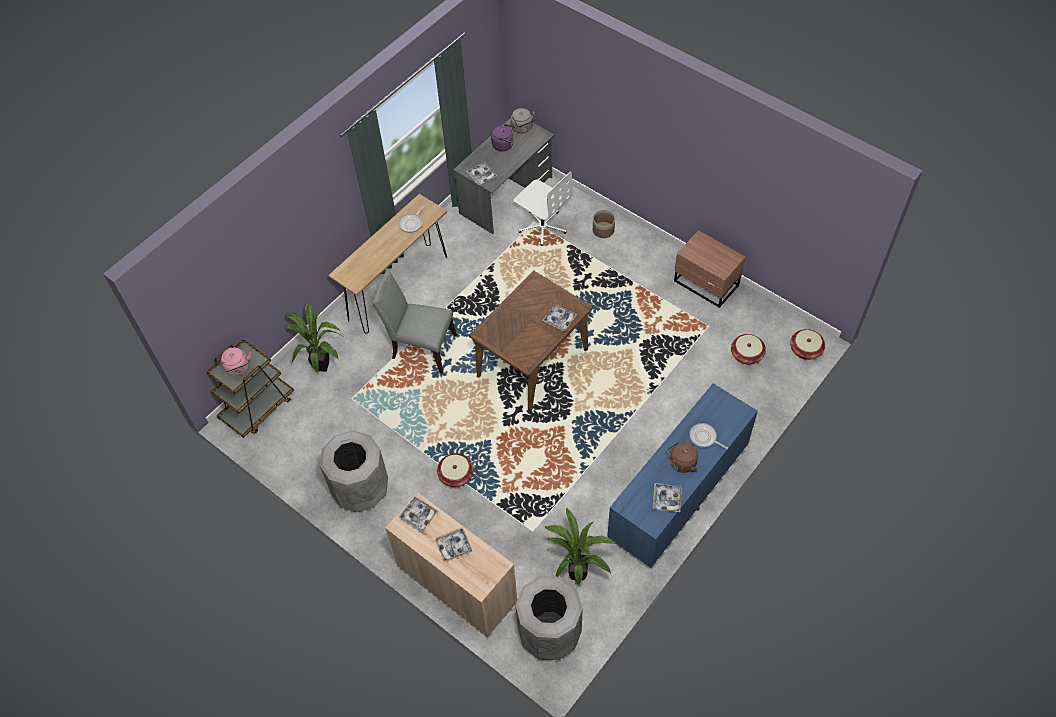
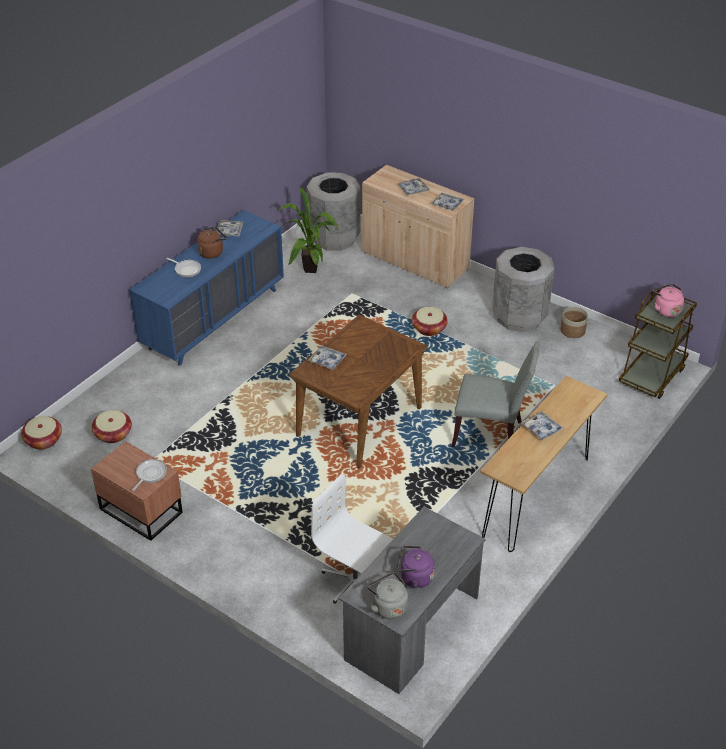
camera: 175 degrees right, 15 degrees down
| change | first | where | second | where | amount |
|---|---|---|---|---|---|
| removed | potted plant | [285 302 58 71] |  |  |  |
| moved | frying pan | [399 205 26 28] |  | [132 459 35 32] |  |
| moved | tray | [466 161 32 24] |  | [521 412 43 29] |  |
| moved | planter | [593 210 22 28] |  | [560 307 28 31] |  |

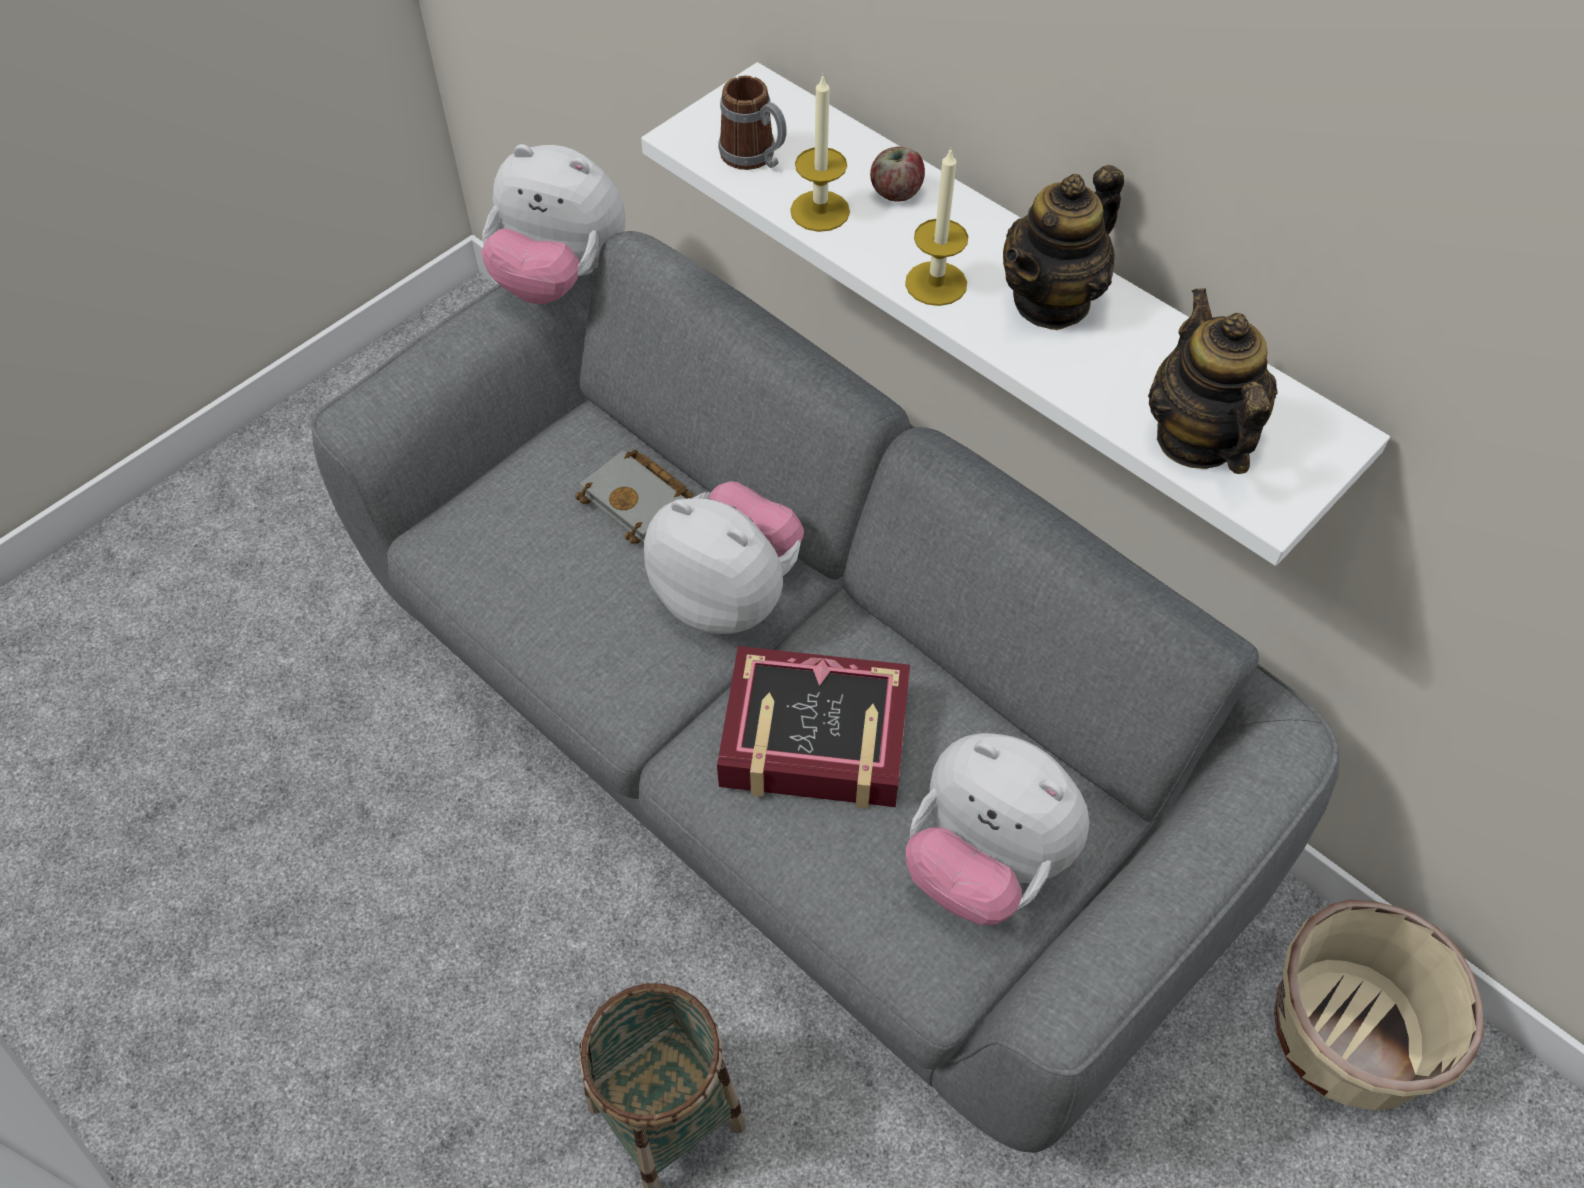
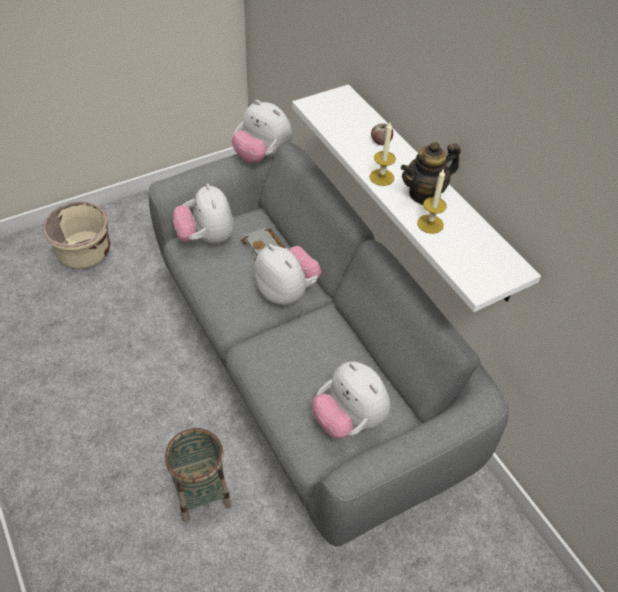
camera: 15 degrees right, 5 degrees down
| change | first | where | second | where | amount |
|---|---|---|---|---|---|
| removed | book | [717 646 193 163] |  |  |  |
| removed | mug | [718 76 69 94] |  |  |  |
| moved | candle | [790 76 60 156] |  | [417 168 30 66] |  |
| removed | teapot | [1148 288 130 186] |  |  |  |
| moved | beige planter | [1274 900 210 211] |  | [43 202 68 67] |  |
| added |  |  | plush toy | [173 183 61 61] |  |

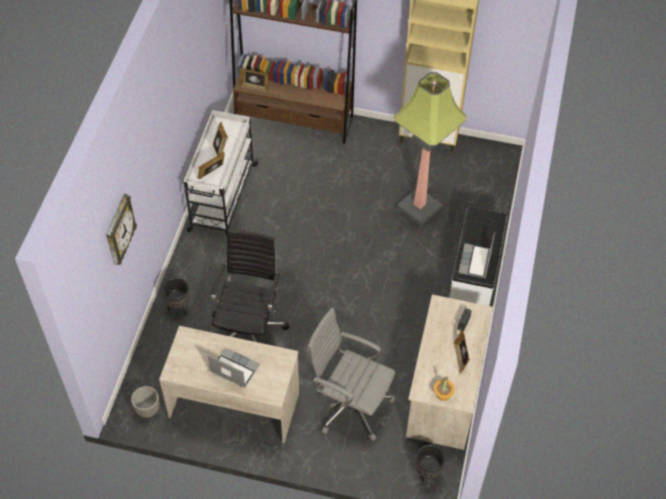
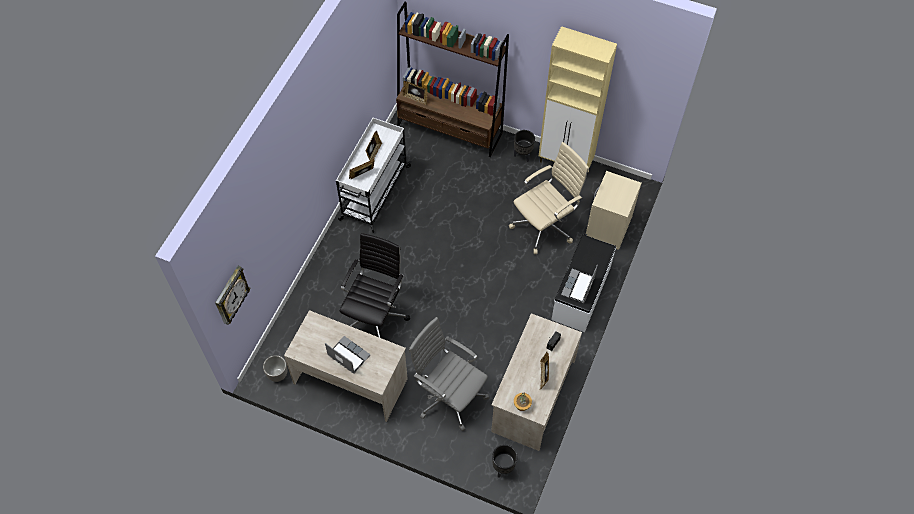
camera: 10 degrees right, 5 degrees up
| change | first | where | second | where | amount |
|---|---|---|---|---|---|
| moved | wall clock | [106 194 31 72] |  | [215 266 35 59] |  |
| moved | black planter | [162 278 28 38] |  | [514 130 21 32] |  |
| replaced | floor lamp | [394 72 72 154] | beige office chair | [509 142 80 112] |  |
| added |  |  | beige nightstand | [586 171 55 79] |  |

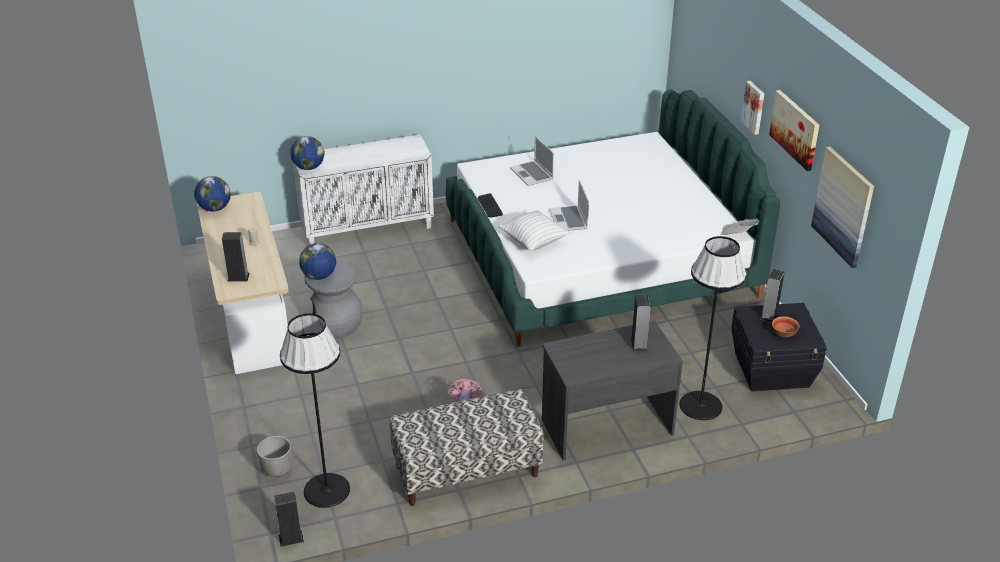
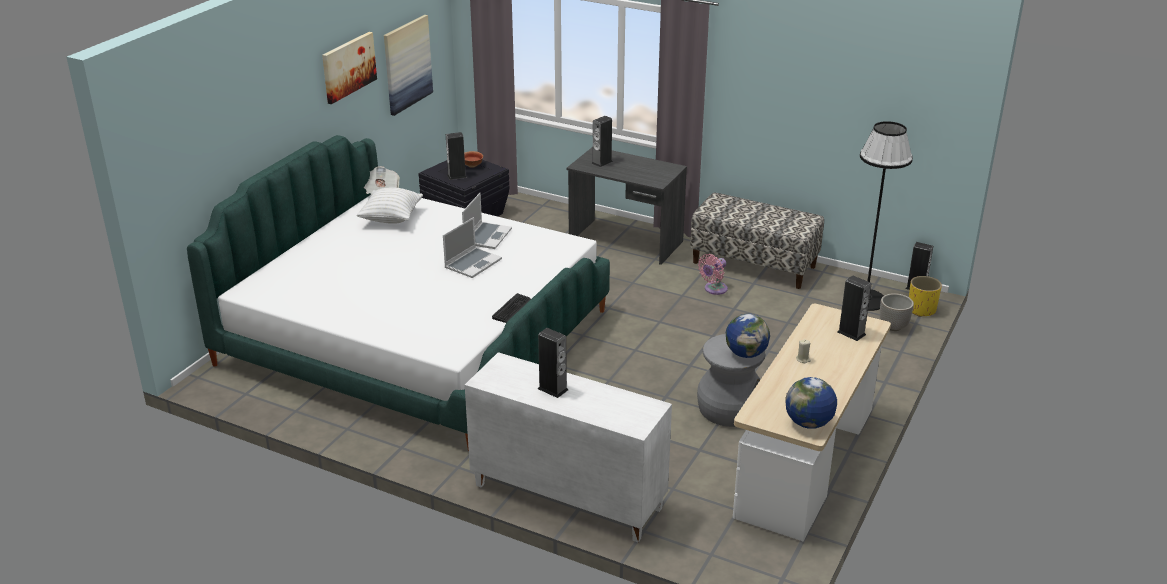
camera: 135 degrees left, 5 degrees down
| change | first | where | second | where | amount |
|---|---|---|---|---|---|
| removed | globe | [290 136 35 34] |  |  |  |
| moved | white pillow | [499 210 71 41] |  | [357 187 66 37] |  |
| moved | laptop | [510 136 44 50] |  | [462 193 50 56] |  |
| removed | black floor lamp | [679 236 68 184] |  |  |  |
| removed | picture | [741 81 23 54] |  |  |  |
| added |  |  | speaker | [538 328 30 70] |  |
| added |  |  | yellow planter | [909 276 33 41] |  |

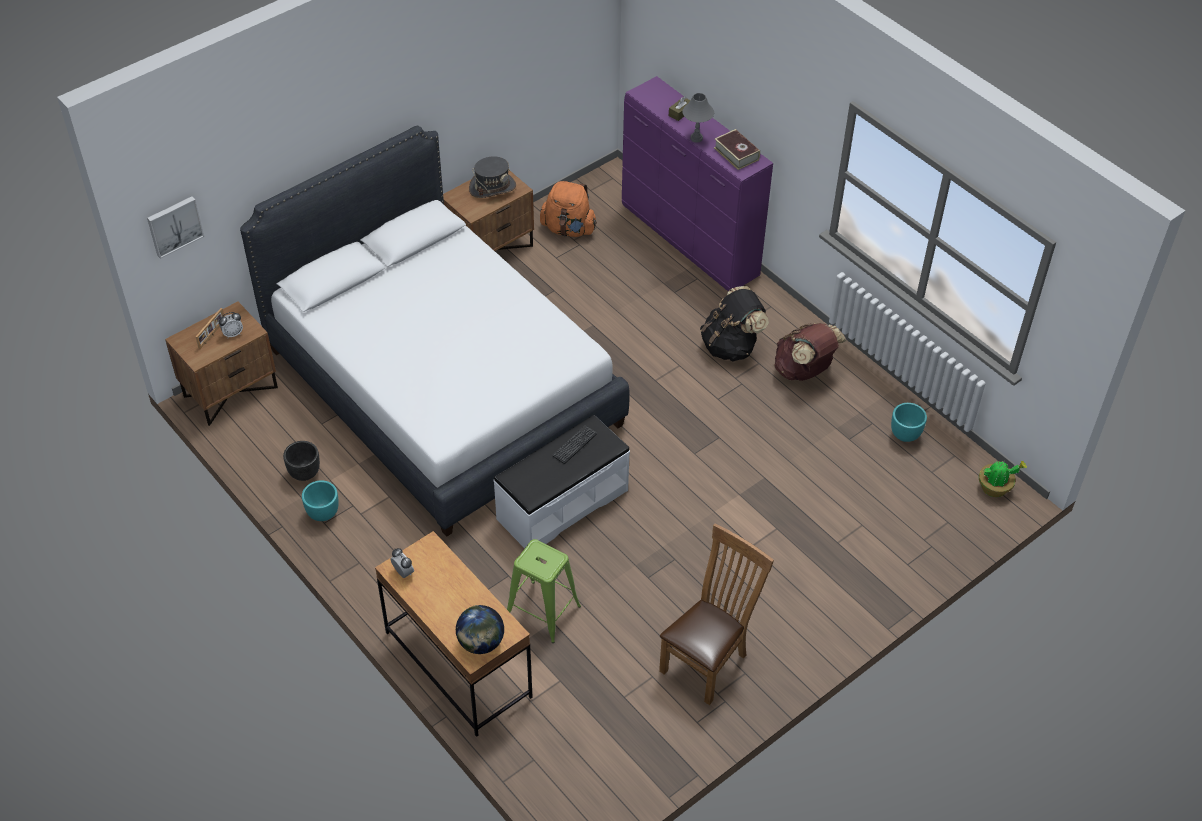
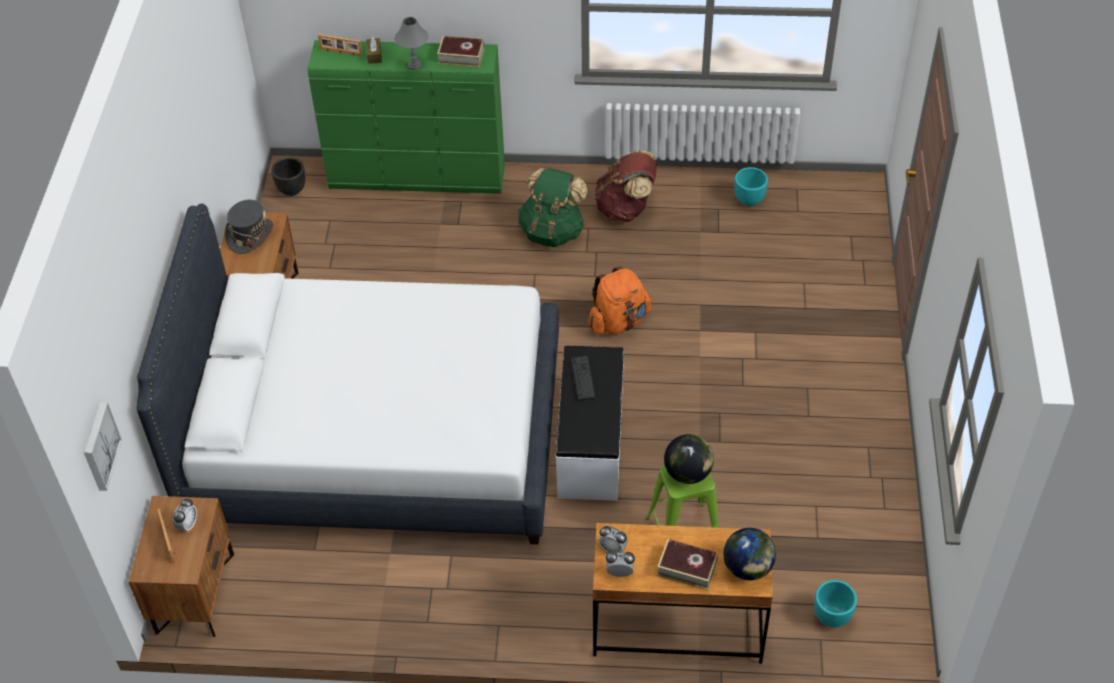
camera: 45 degrees left, 0 degrees up
| change | first | where | second | where | amount |
|---|---|---|---|---|---|
| moved | black planter | [283 441 37 40] |  | [271 158 34 38] |  |
| moved | turquoise planter | [302 480 37 41] |  | [814 580 43 47] |  |
| moved | orange backpack | [540 181 57 56] |  | [588 266 63 69] |  |
| recoloured | purple dresser | [622 76 151 215] | green dresser | [308 40 197 154] |  |
| removed | brown chair | [659 523 115 182] |  |  |  |
| recoloured | black backpack | [700 286 69 76] | green backpack | [518 168 70 79] |  |
| removed | potted plant | [979 461 48 36] |  |  |  |
| added |  |  | picture frame | [318 34 44 22] |  |
| added |  |  | alarm clock | [599 526 29 27] |  |
| added |  |  | book | [657 539 61 51] |  |
| added |  |  | globe | [664 434 50 50] |  |

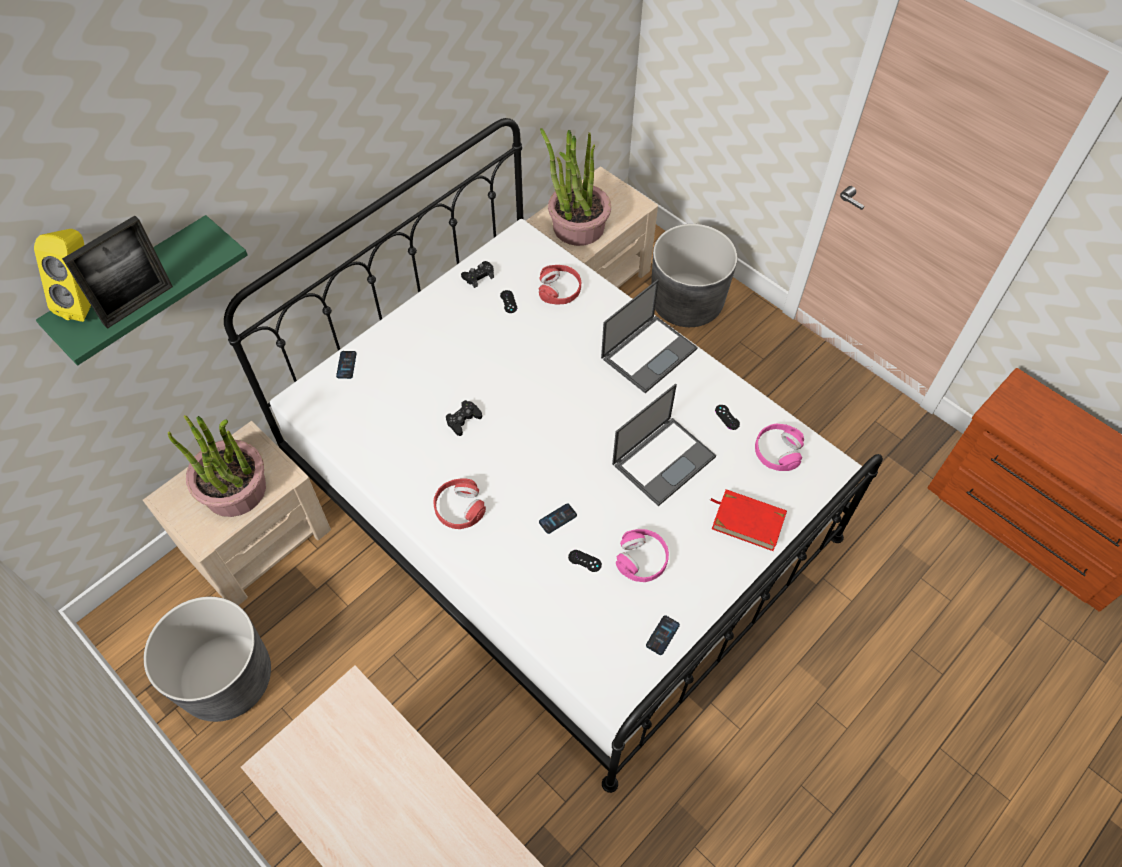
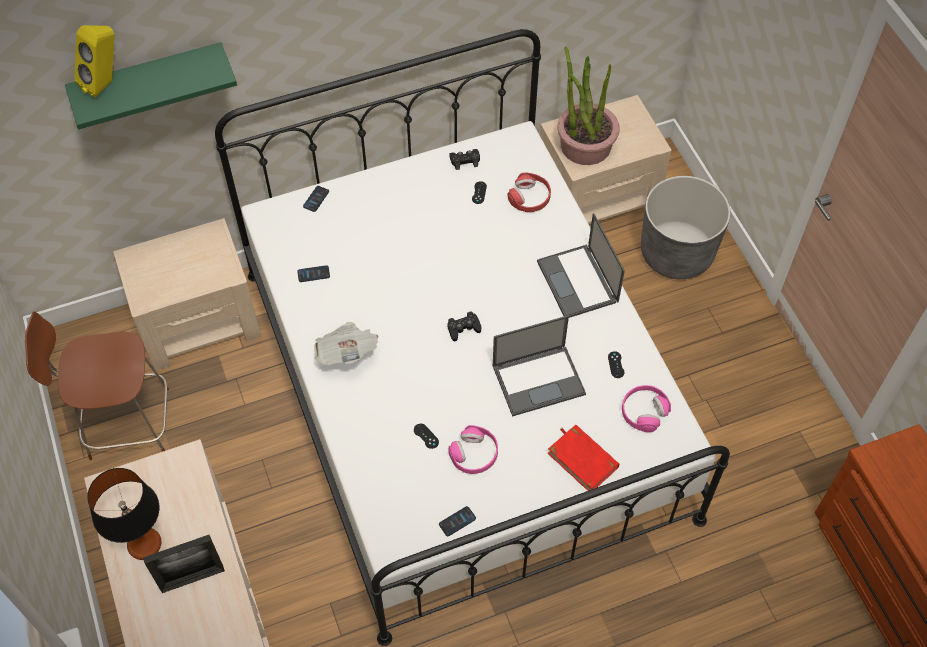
camera: 25 degrees right, 0 degrees up
| change | first | where | second | where | amount |
|---|---|---|---|---|---|
| moved | picture frame | [62 215 111 114] |  | [143 535 82 58] |  |
| replaced | grey planter | [144 597 127 125] | brown chair | [25 311 144 149] |  |
| removed | potted plant | [168 415 98 102] |  |  |  |
| replaced | red headphones | [433 479 53 50] | newspaper | [314 322 65 43] |  |
| moved | black game controller | [446 400 36 36] |  | [448 311 33 30] |  |
| moved | phone | [539 503 38 31] |  | [297 265 33 17] |  |
| turned | laptop | [601 279 97 114] |  | [537 213 88 105] | 90 degrees clockwise |
| added |  |  | table lamp | [87 468 75 92] |  |

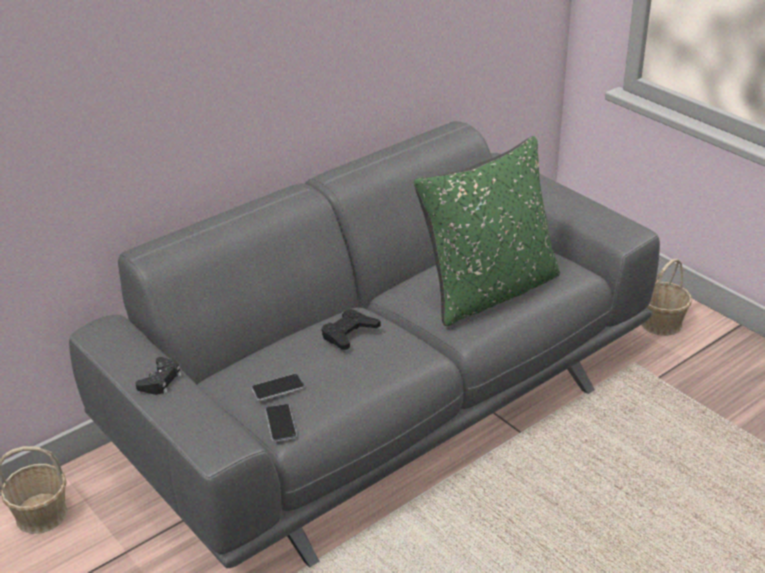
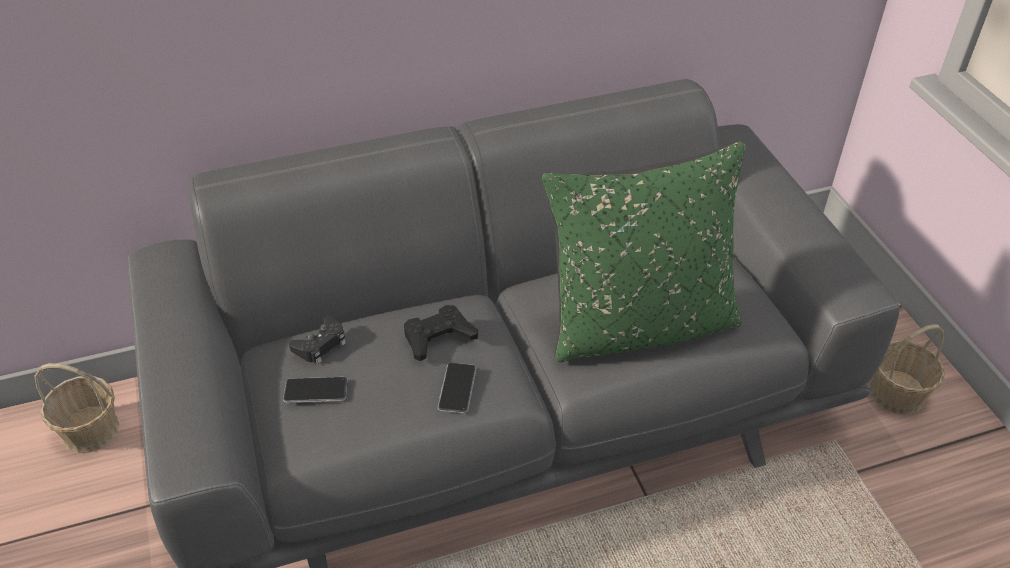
camera: 20 degrees right, 10 degrees up
| change | first | where | second | where | amount |
|---|---|---|---|---|---|
| moved | black game controller | [135 357 47 38] |  | [289 315 57 49] |  |
| moved | phone | [265 404 32 38] |  | [438 363 38 50] |  |

